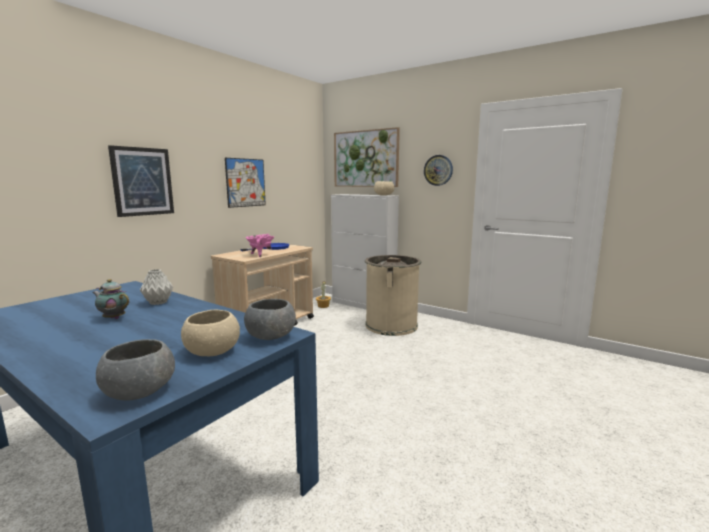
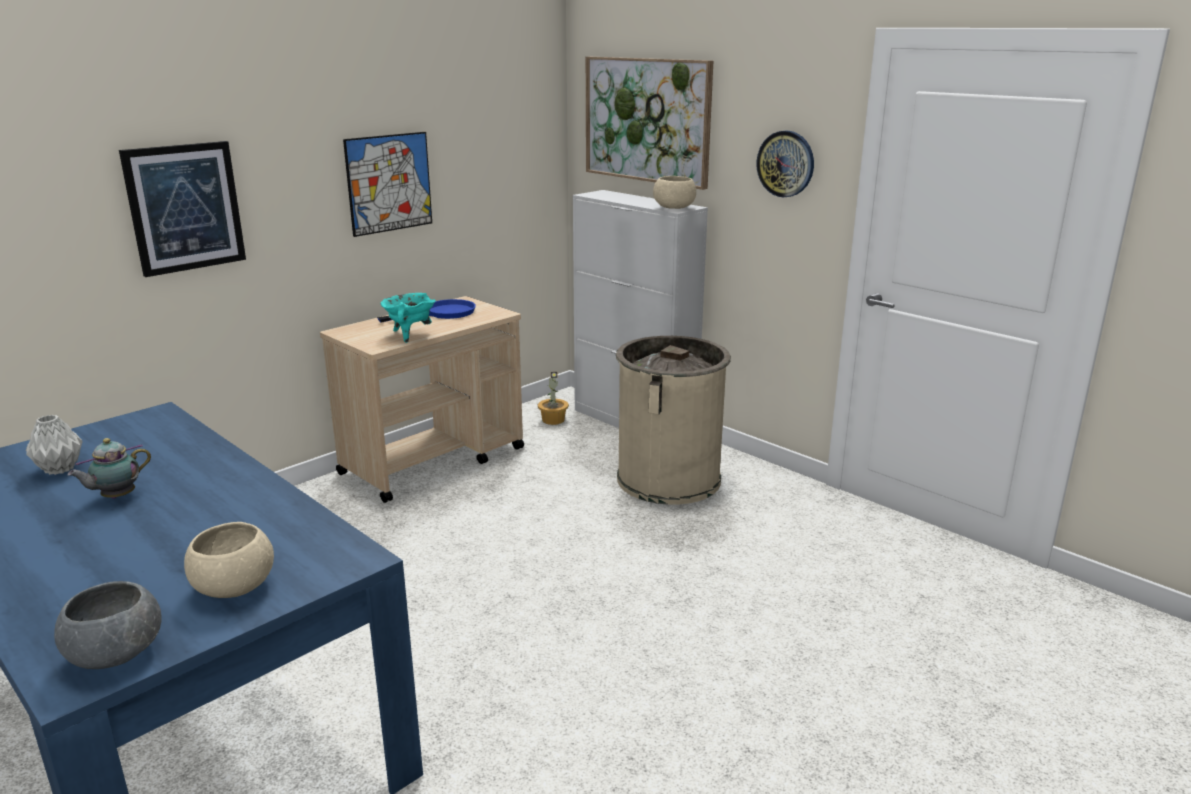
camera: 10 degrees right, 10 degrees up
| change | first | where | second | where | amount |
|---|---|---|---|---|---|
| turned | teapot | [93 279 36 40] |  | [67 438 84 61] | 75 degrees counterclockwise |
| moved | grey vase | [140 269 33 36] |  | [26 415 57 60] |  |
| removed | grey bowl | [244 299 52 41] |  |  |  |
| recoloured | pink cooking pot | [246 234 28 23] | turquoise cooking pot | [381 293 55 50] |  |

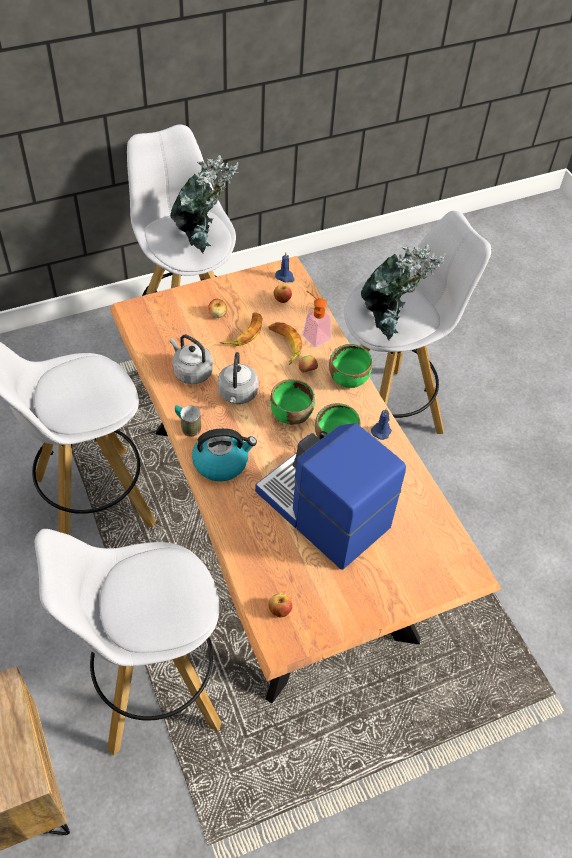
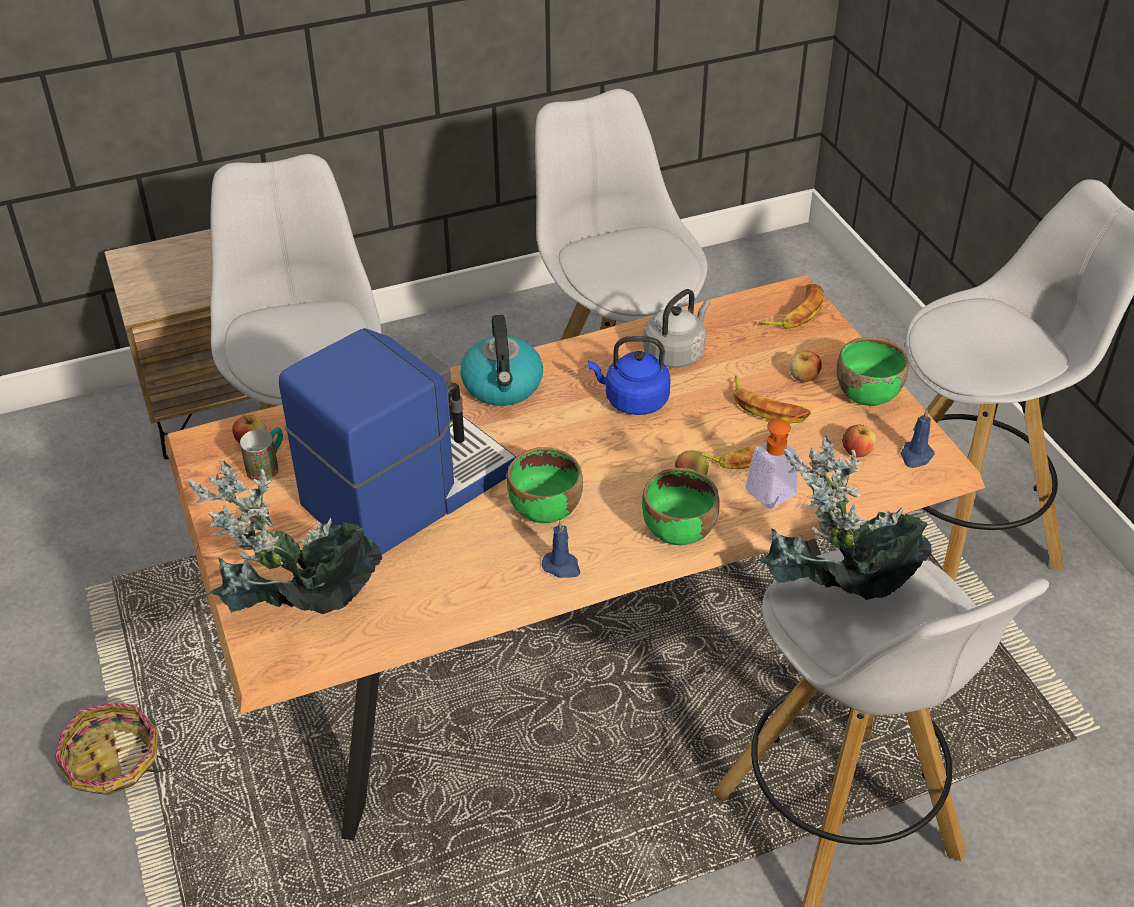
camera: 95 degrees right, 10 degrees down
| change | first | where | second | where | amount |
|---|---|---|---|---|---|
| moved | potted plant | [170 155 68 98] |  | [187 461 195 153] |  |
| moved | mug | [175 405 26 32] |  | [240 427 43 54] |  |
| recoloured | grey kettle | [218 352 40 52] | blue kettle | [588 336 83 79] |  |
| moved | green bowl | [270 379 45 46] |  | [837 337 72 69] |  |
| added |  |  | basket | [55 703 114 92] |  |
| added |  |  | banana | [759 284 65 45] |  |

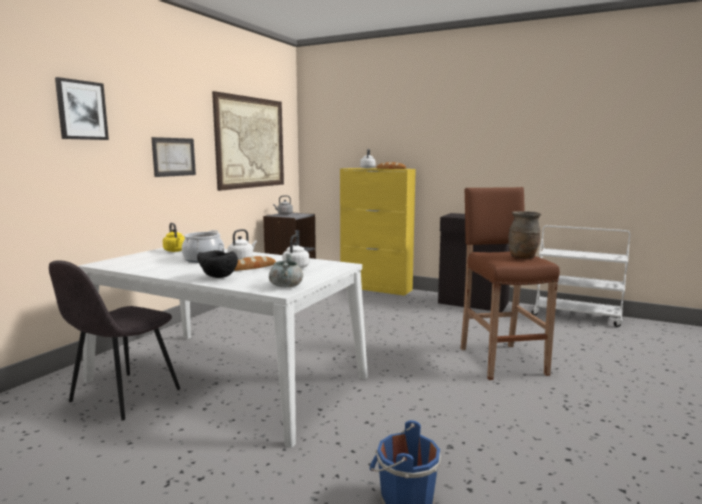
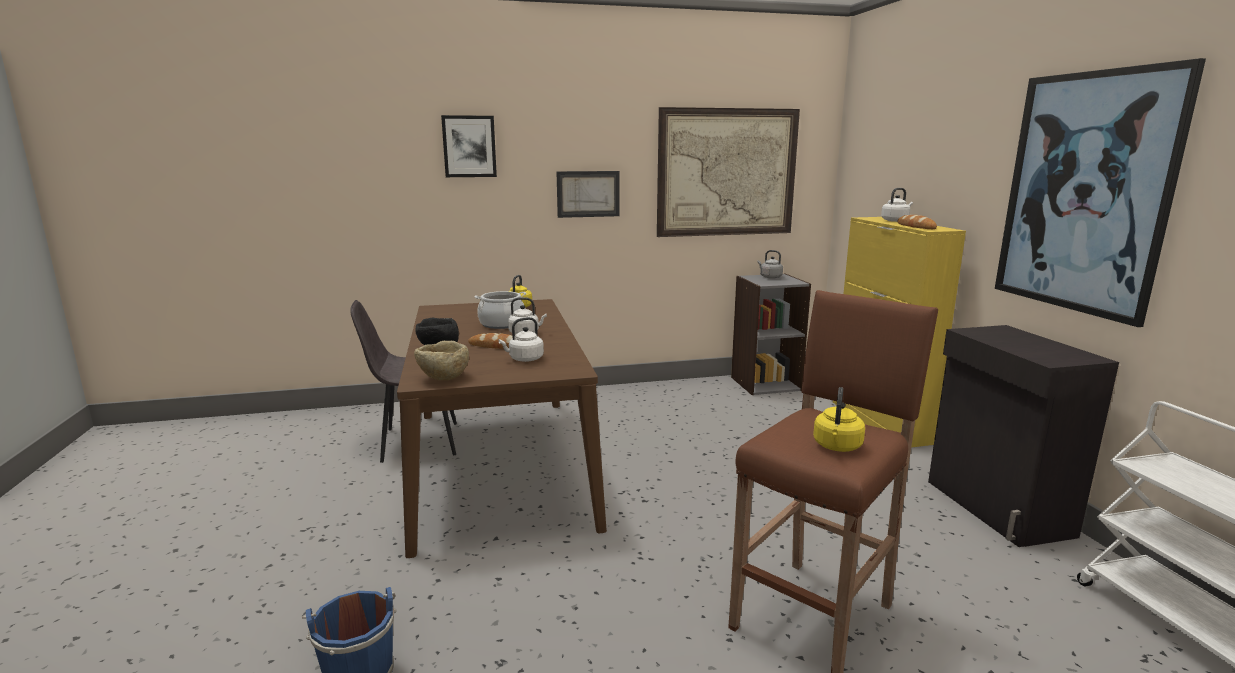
camera: 50 degrees right, 5 degrees up
| change | first | where | second | where | amount |
|---|---|---|---|---|---|
| recoloured | white dining table | [78 248 290 200] | brown dining table | [397 299 210 259] |  |
| replaced | grey cooking pot | [269 254 34 33] | beige bowl | [414 341 55 39] |  |
| replaced | brown vase | [508 211 33 48] | yellow kettle | [813 387 52 65] |  |
| added |  |  | picture | [995 58 211 269] |  |

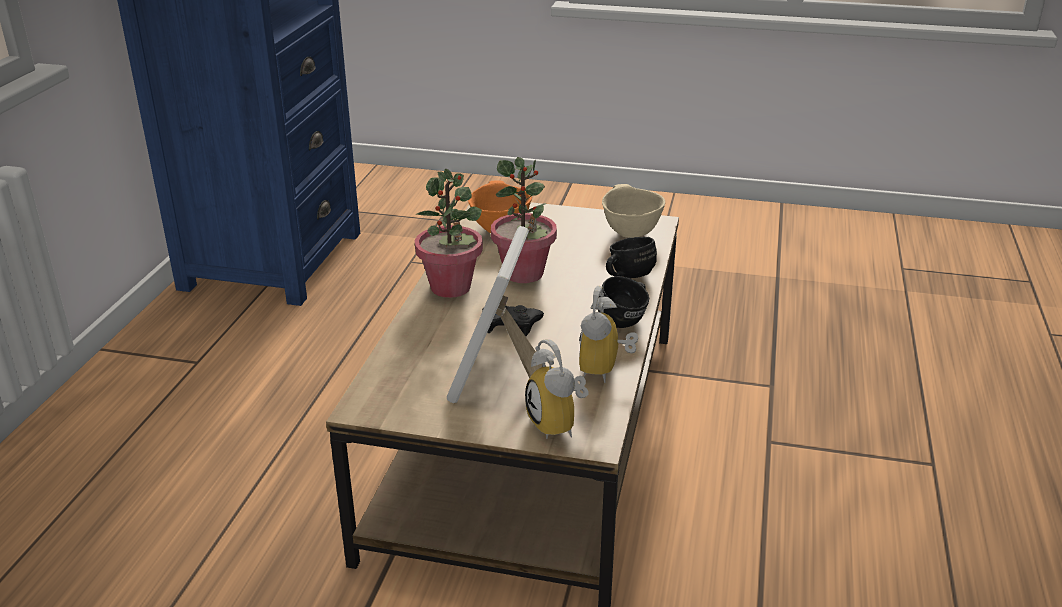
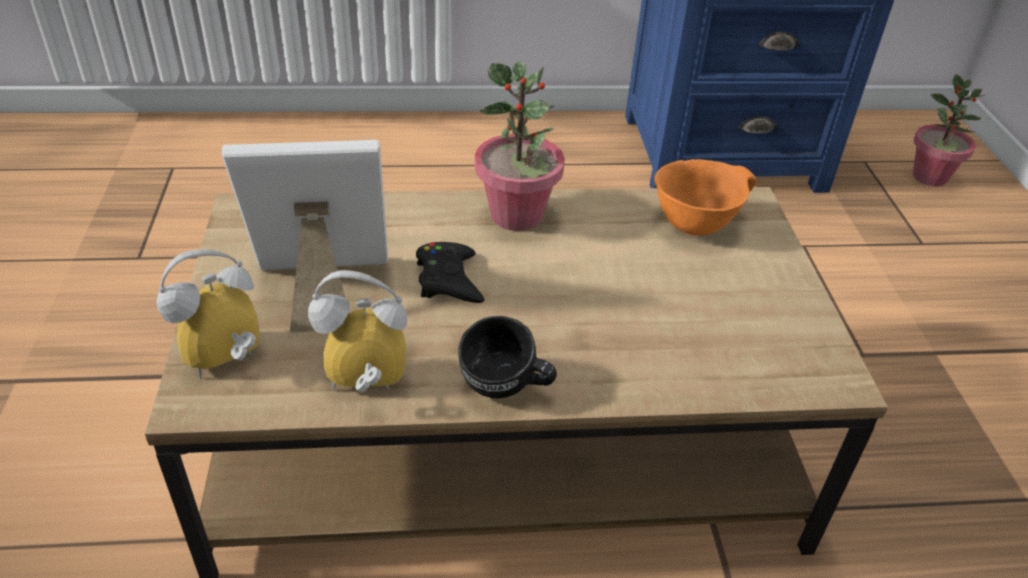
camera: 70 degrees right, 10 degrees up
| change | first | where | second | where | amount |
|---|---|---|---|---|---|
| moved | potted plant | [491 157 66 126] |  | [913 74 73 113] |  |
| removed | beige bowl | [602 184 63 54] |  |  |  |
| removed | black mug | [606 237 51 41] |  |  |  |

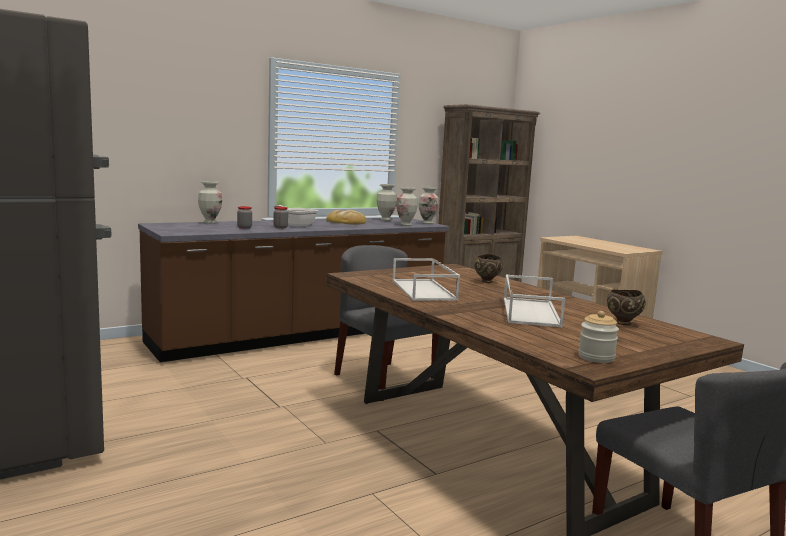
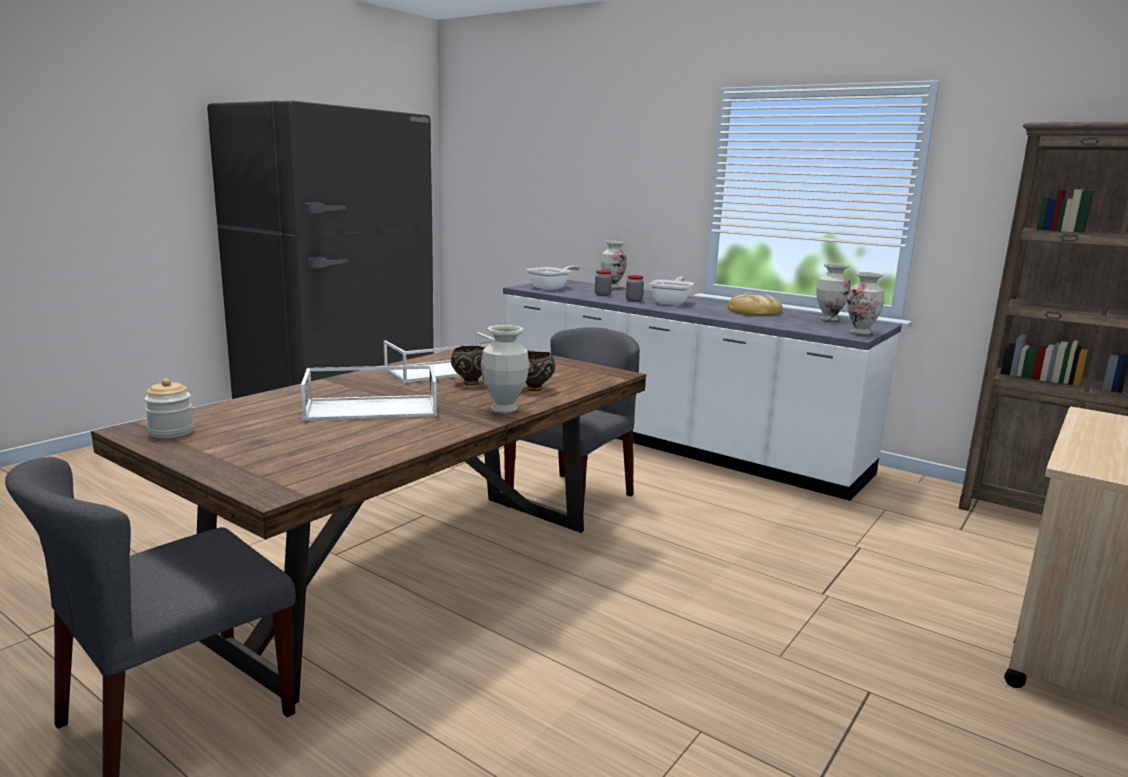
camera: 70 degrees right, 5 degrees up
| change | first | where | second | where | amount |
|---|---|---|---|---|---|
| recoloured | brown counter | [138 217 311 145] | white counter | [503 280 399 221] |  |
| moved | vase | [396 187 22 39] |  | [481 325 48 89] |  |
| moved | brown bowl | [607 290 38 35] |  | [451 346 33 40] |  |
| added |  |  | frying pan | [526 266 54 24] |  |

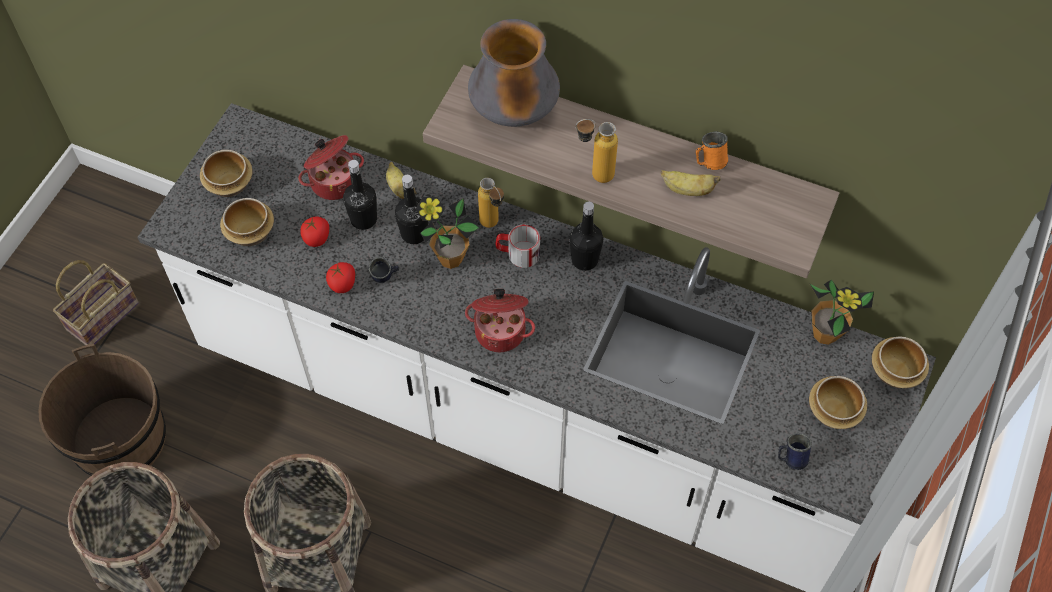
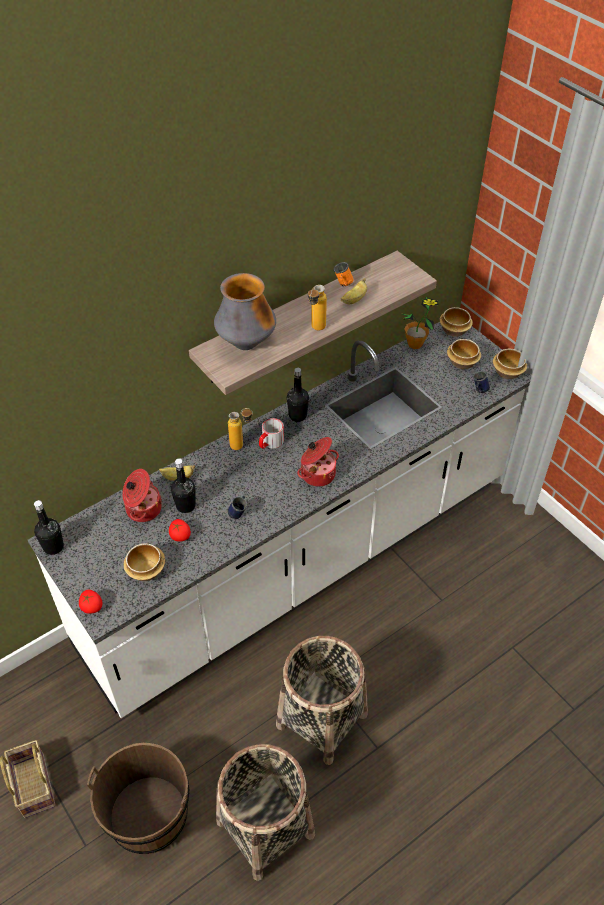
camera: 60 degrees left, 10 degrees down
| change | first | where | second | where | amount |
|---|---|---|---|---|---|
| moved | bowl | [200 150 52 47] |  | [493 349 35 30] |  |
| moved | tomato | [326 262 29 31] |  | [79 590 24 24] |  |
| moved | black bottle | [395 175 33 69] |  | [34 500 30 55] |  |
| removed | potted plant | [416 197 63 72] |  |  |  |

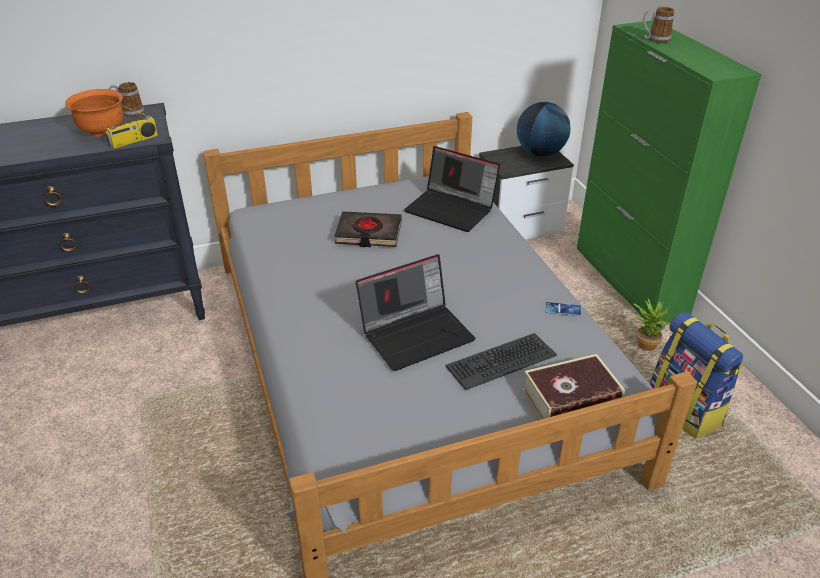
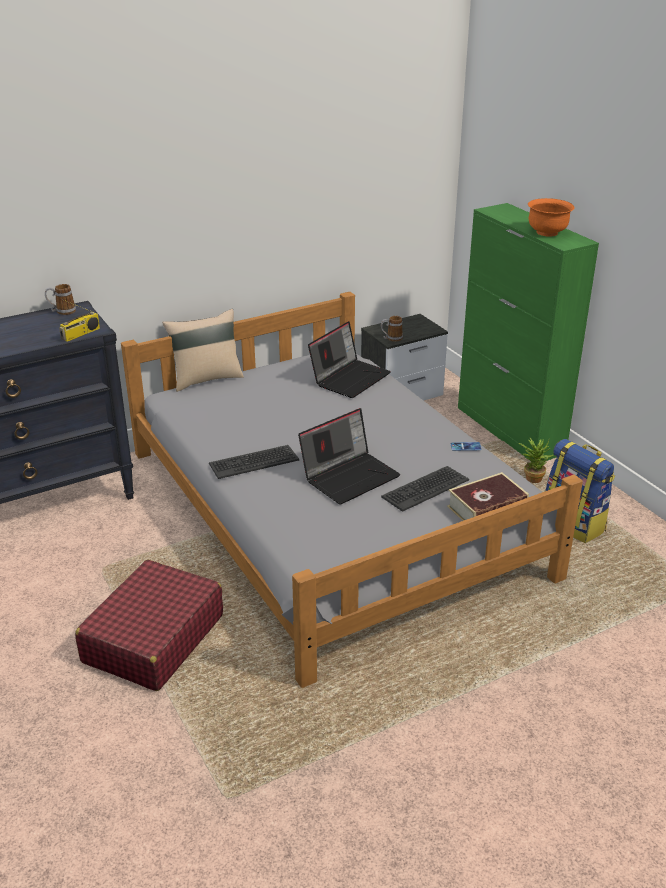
camera: 10 degrees left, 5 degrees down
| change | first | where | second | where | amount |
|---|---|---|---|---|---|
| moved | orange bowl | [65 89 58 47] |  | [528 198 47 38] |  |
| removed | black book | [335 211 67 36] |  |  |  |
| turned | laptop | [404 146 96 86] |  | [308 321 83 77] | 75 degrees counterclockwise |
| removed | globe | [517 102 53 54] |  |  |  |
| moved | mug | [643 7 31 36] |  | [381 316 22 26] |  |
| added |  |  | red suitcase | [75 560 148 131] |  |
| added |  |  | beige pillow | [162 309 82 83] |  |
| added |  |  | keyboard | [209 445 90 34] |  |

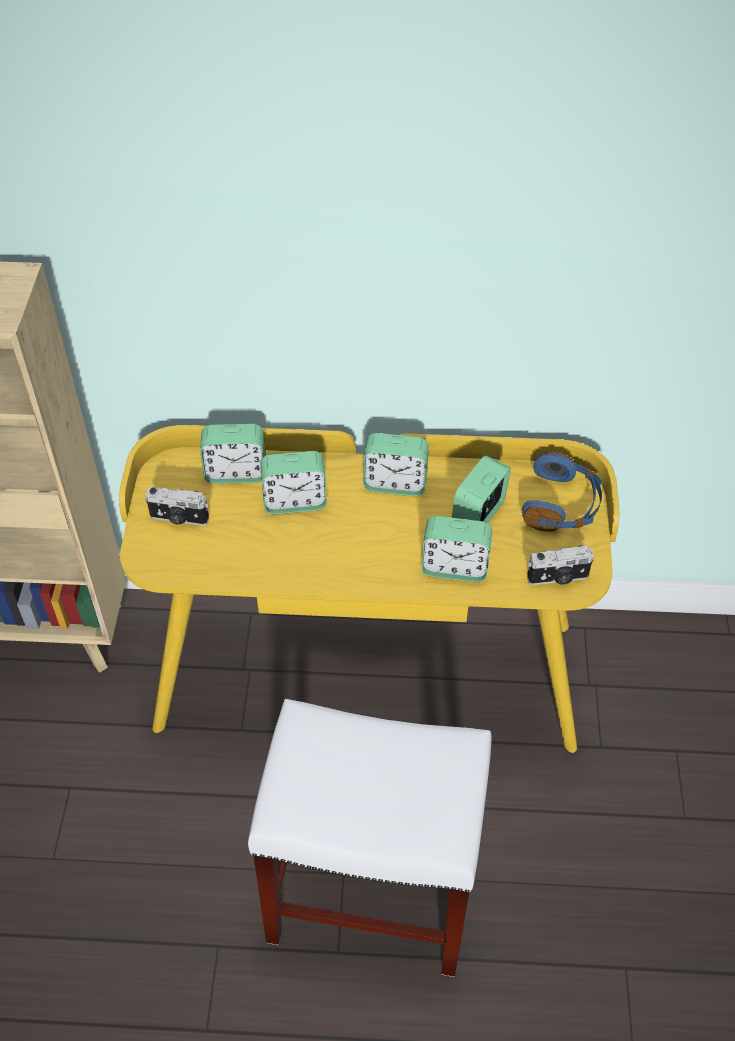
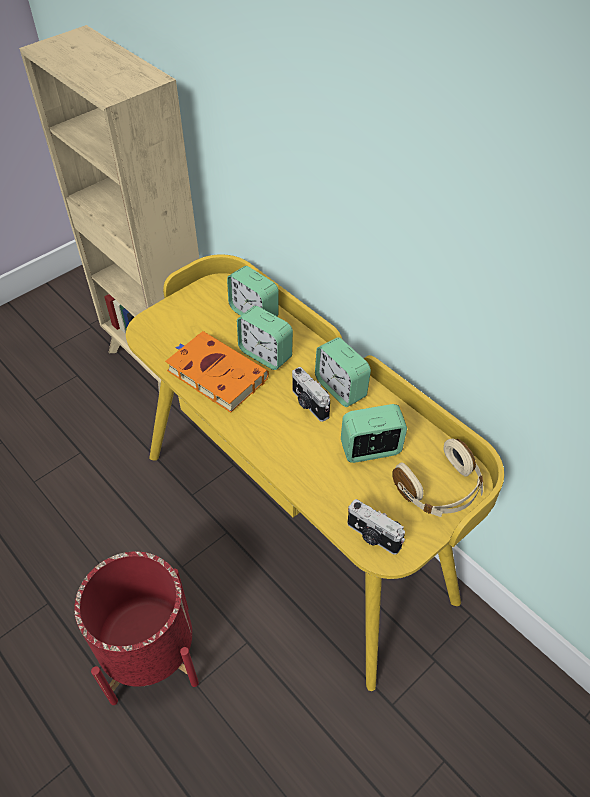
camera: 45 degrees right, 0 degrees up
| change | first | where | second | where | amount |
|---|---|---|---|---|---|
| moved | photo camera | [145 487 64 39] |  | [292 367 38 55] |  |
| replaced | white stool | [248 699 244 278] | red planter | [74 551 125 154] |  |
| removed | alarm clock | [422 516 70 66] |  |  |  |
| recoloured | blue headphones | [522 452 80 80] | beige headphones | [392 439 91 78] |  |
| added |  |  | orange book | [165 331 104 82] |  |

